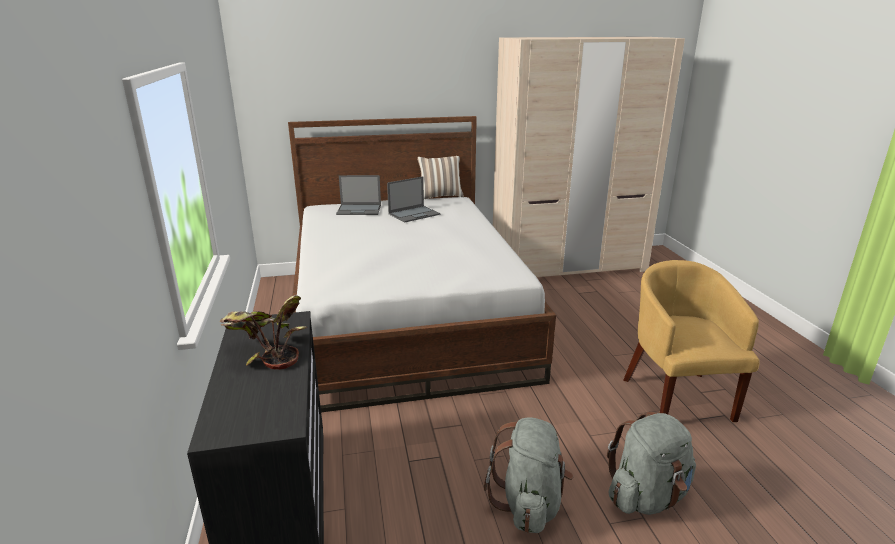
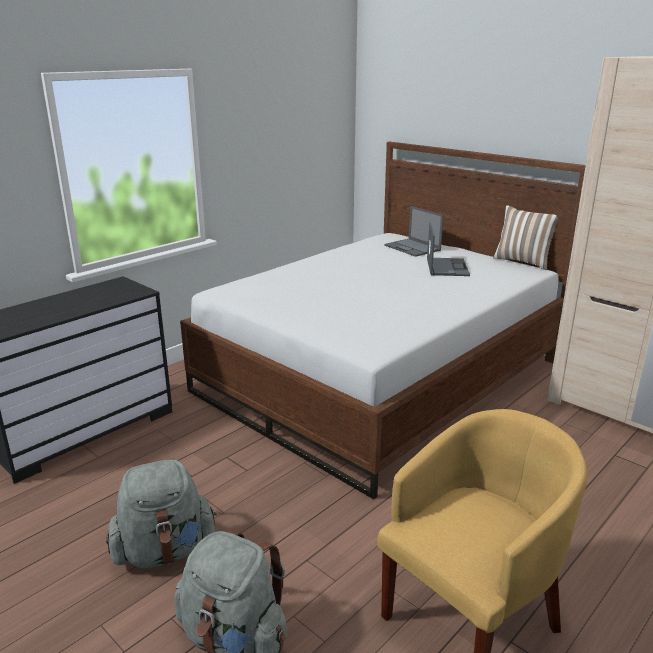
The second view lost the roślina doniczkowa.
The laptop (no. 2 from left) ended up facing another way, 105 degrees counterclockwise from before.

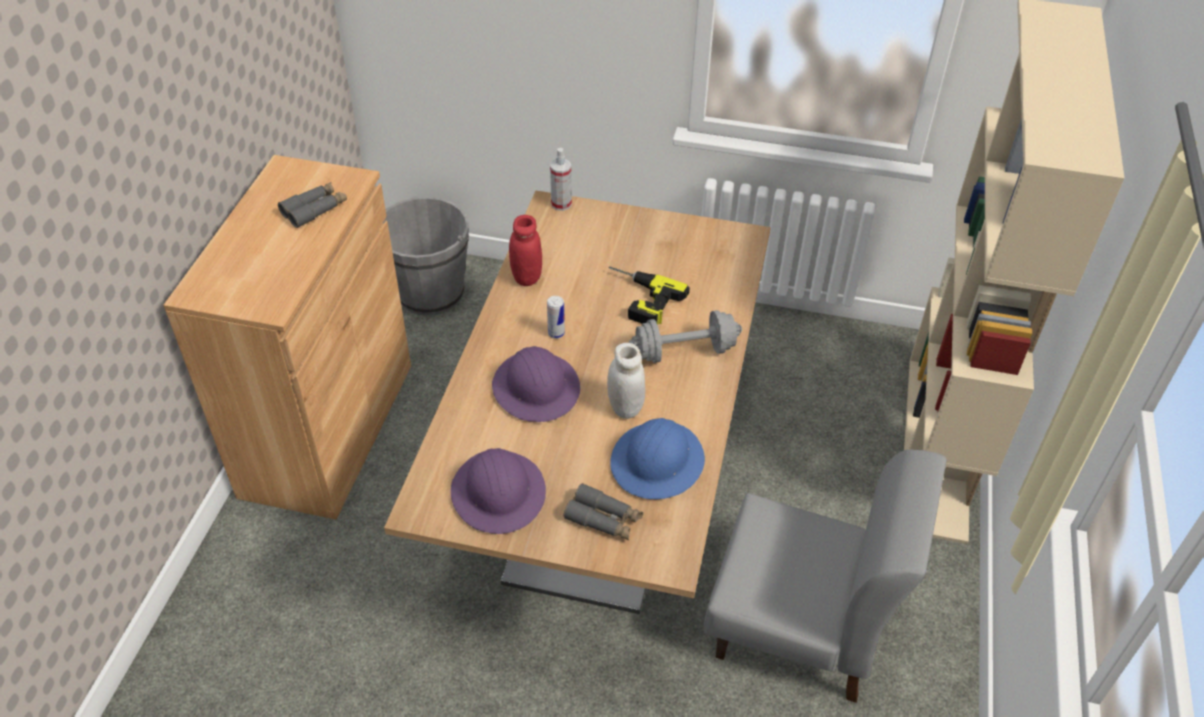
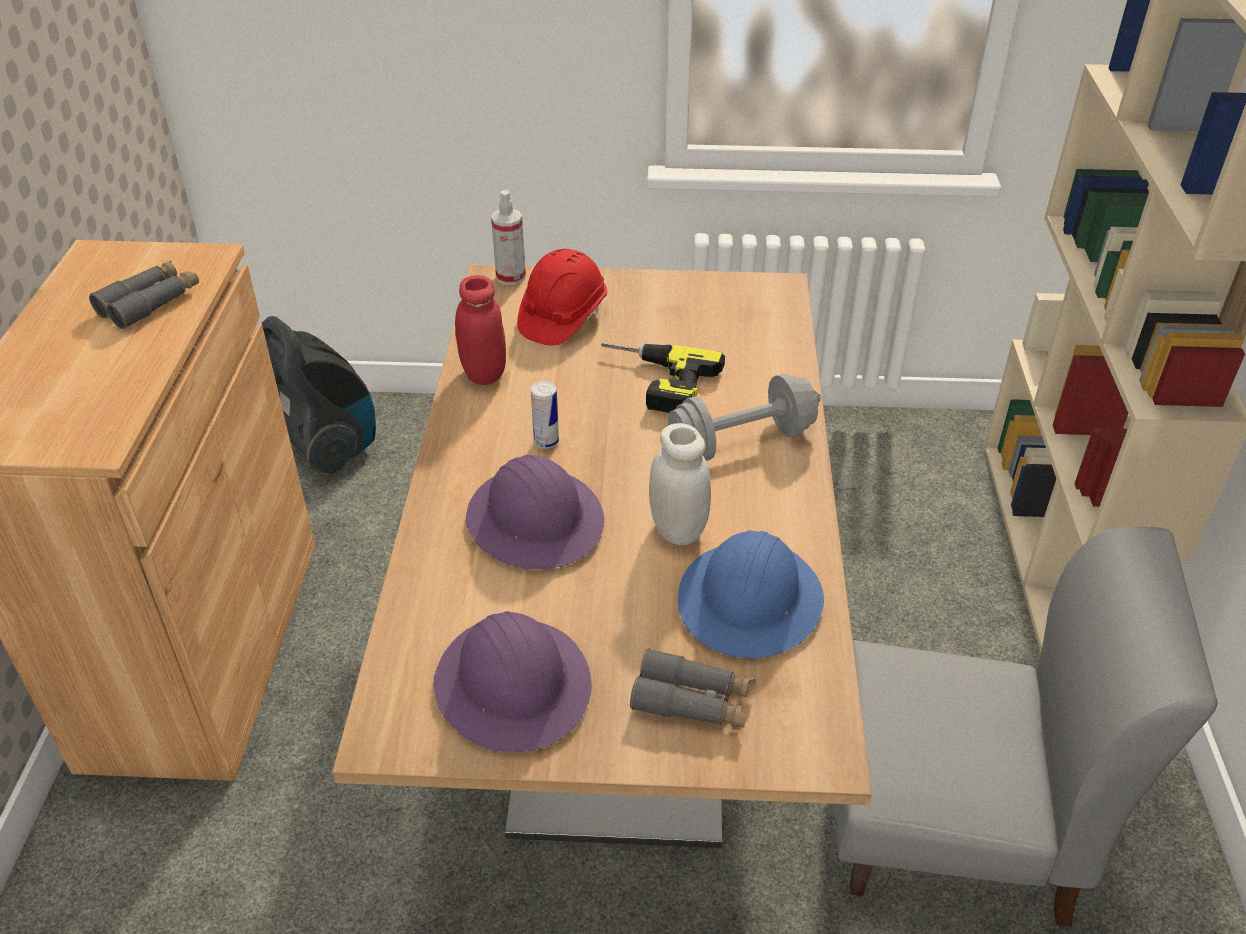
Where the wiadro/szary stood, the odkurzacz came to stand.
The second view gained the kask/czerwony.

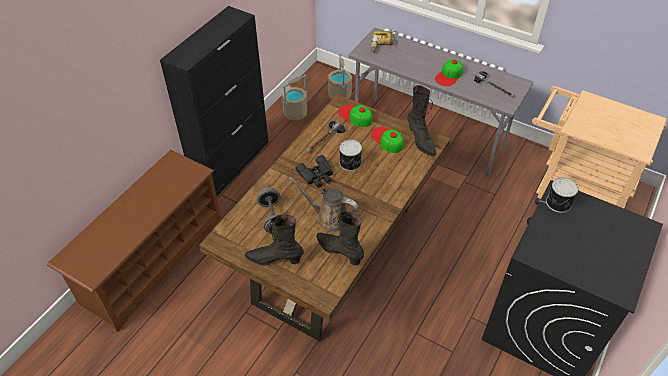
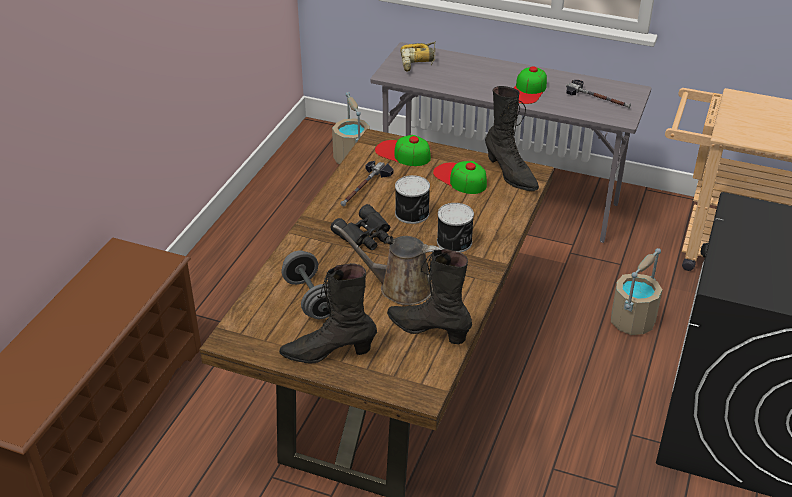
The second view lost the szafka/czarny.
The wiadro/beżowy (no. 1 from left in the first image) ended up elsewhere.
The puszka (no. 2 from left) ended up elsewhere.

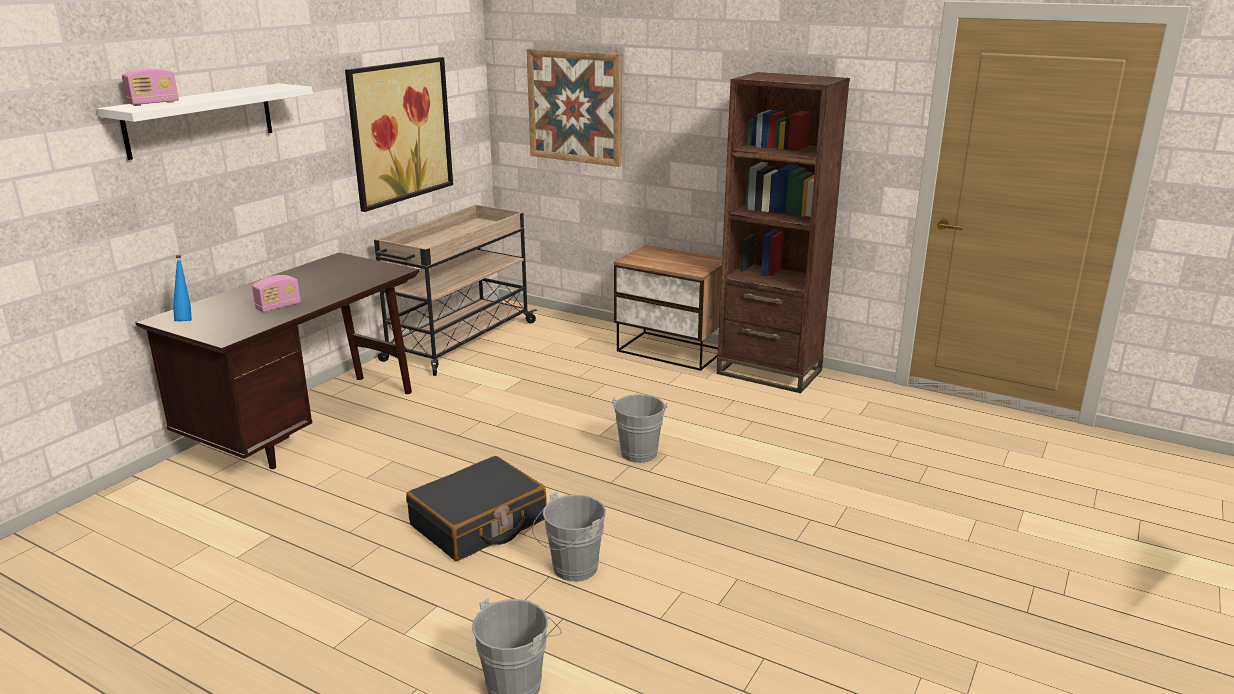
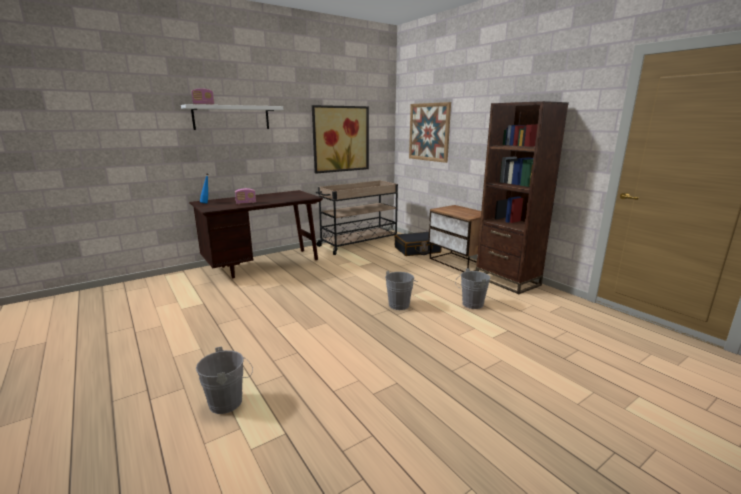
The walizka/czarny ended up elsewhere.
The wiadro/szary (no. 2 from left in the first image) ended up elsewhere.

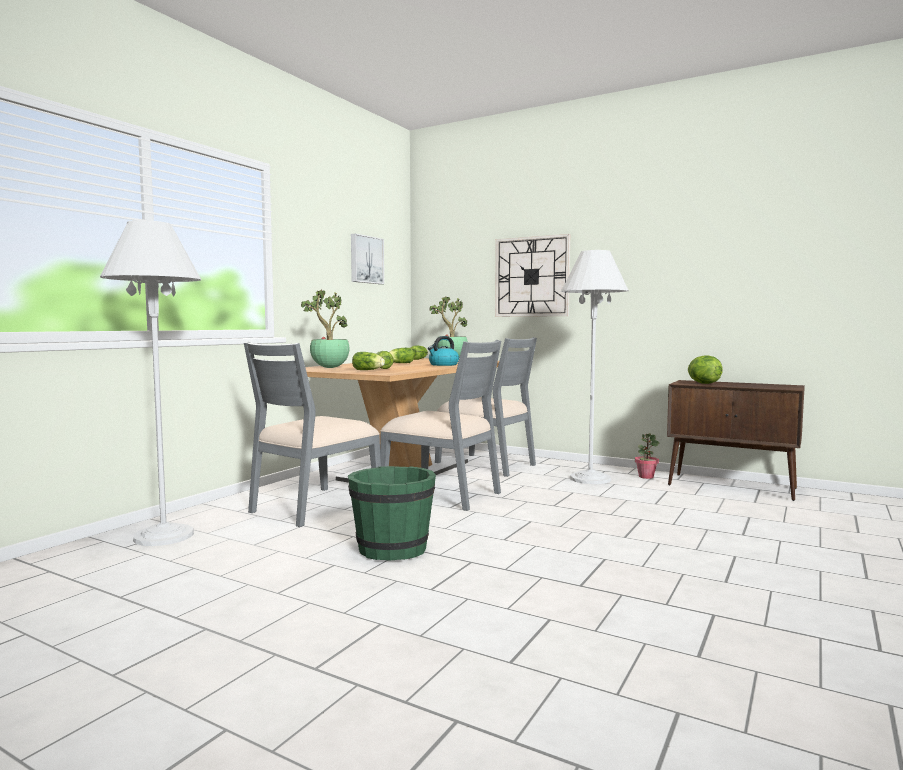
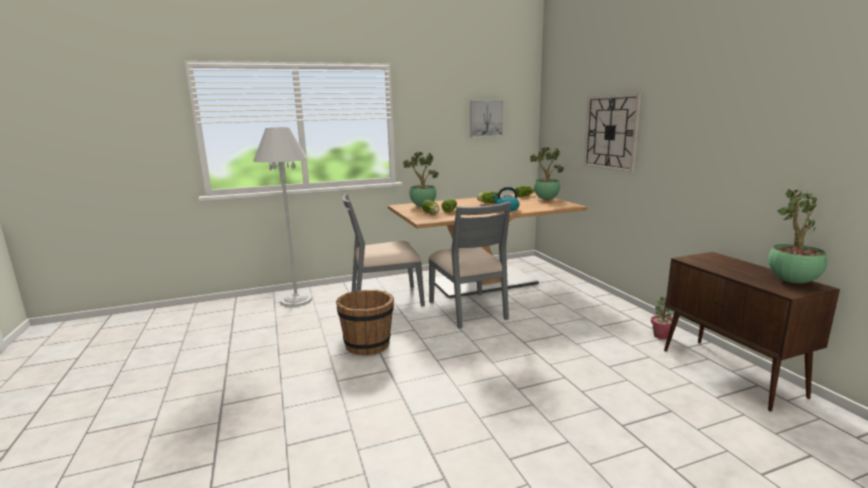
What was the wiadro/zielony turned into the wiadro/brązowy.
The second view lost the krzesło/szary (no. 3 from left).
The second view lost the lampa stojąca/biały (no. 2 from left).
The second view lost the sałata (no. 5 from left).
The second view gained the roślina doniczkowa (no. 4 from left).

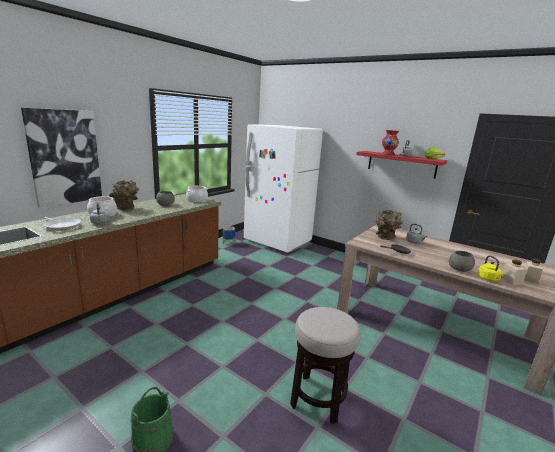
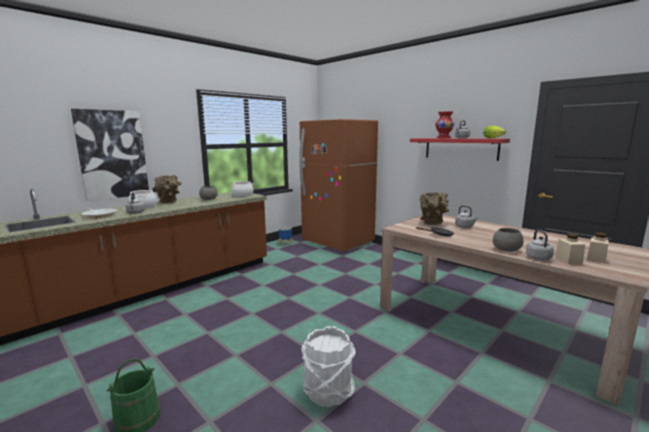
What was the lodówka/biały turned into the lodówka/brązowy.
Where the stołek stood, the wiadro/biały came to stand.
What was the czajnik/żółty turned into the czajnik/szary (no. 4 from left).

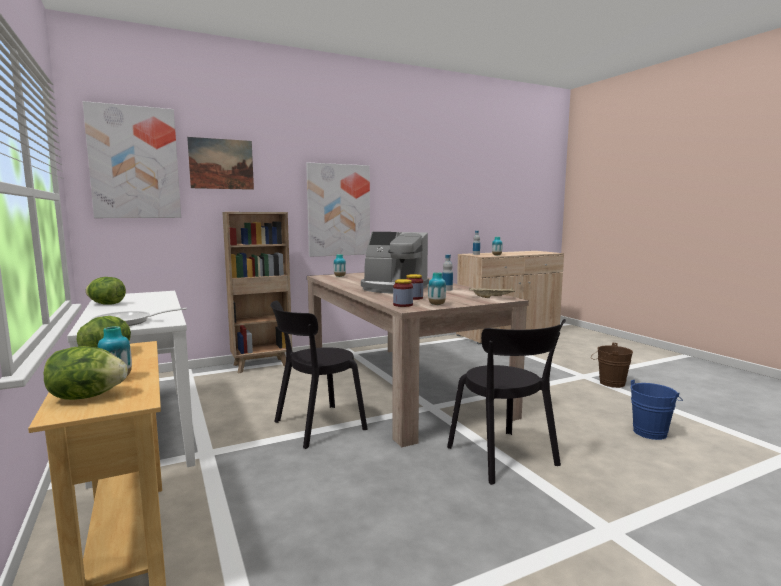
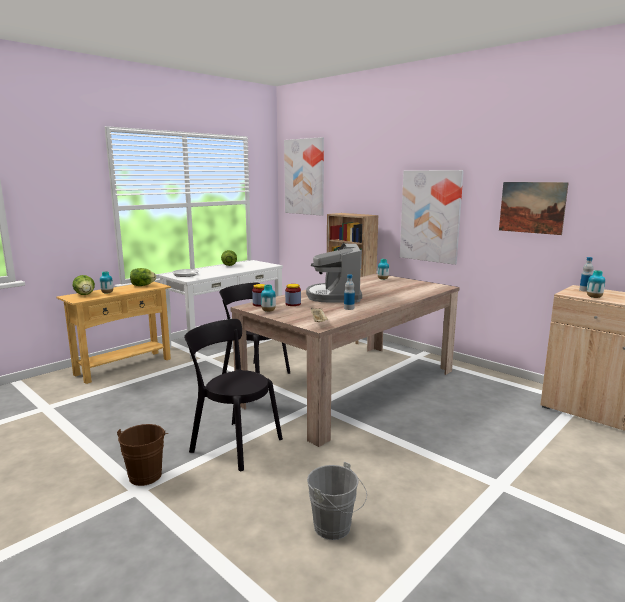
The obraz (no. 2 from left in the first image) ended up elsewhere.
The krzesło/czarny (no. 2 from left in the first image) ended up facing another way, 75 degrees clockwise from before.
The wiadro/brązowy ended up elsewhere.
What was the wiadro/niebieski turned into the wiadro/szary.

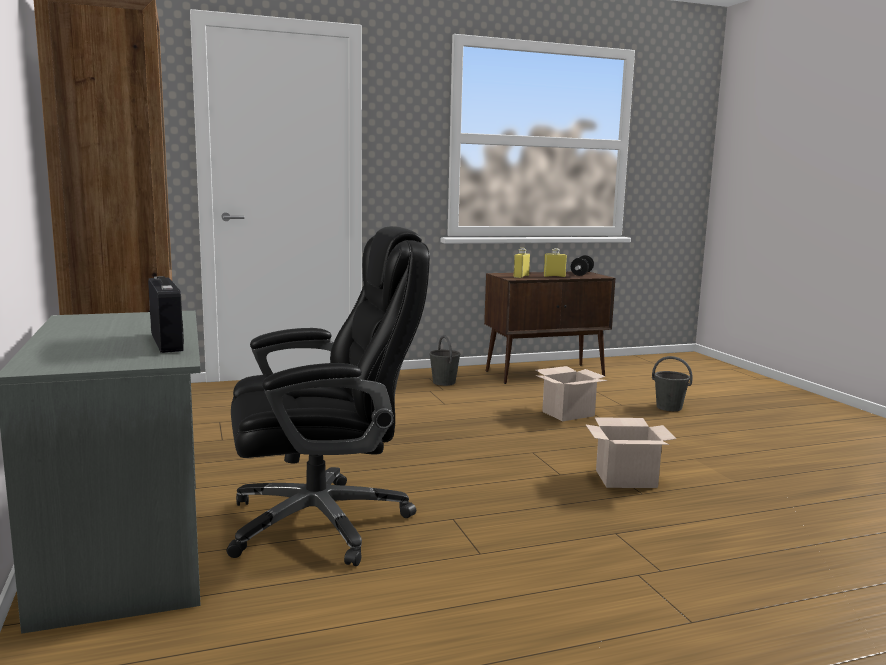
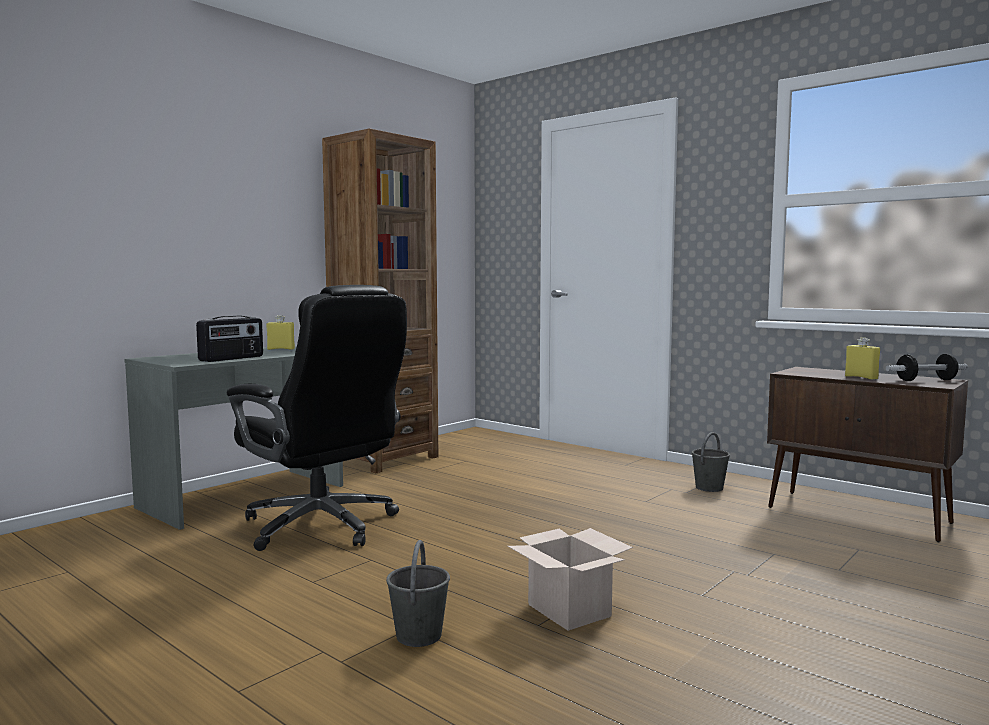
The butelka/żółty (no. 1 from left) ended up elsewhere.
The second view lost the karton (no. 1 from left).
The wiadro/szary (no. 2 from left in the first image) ended up elsewhere.

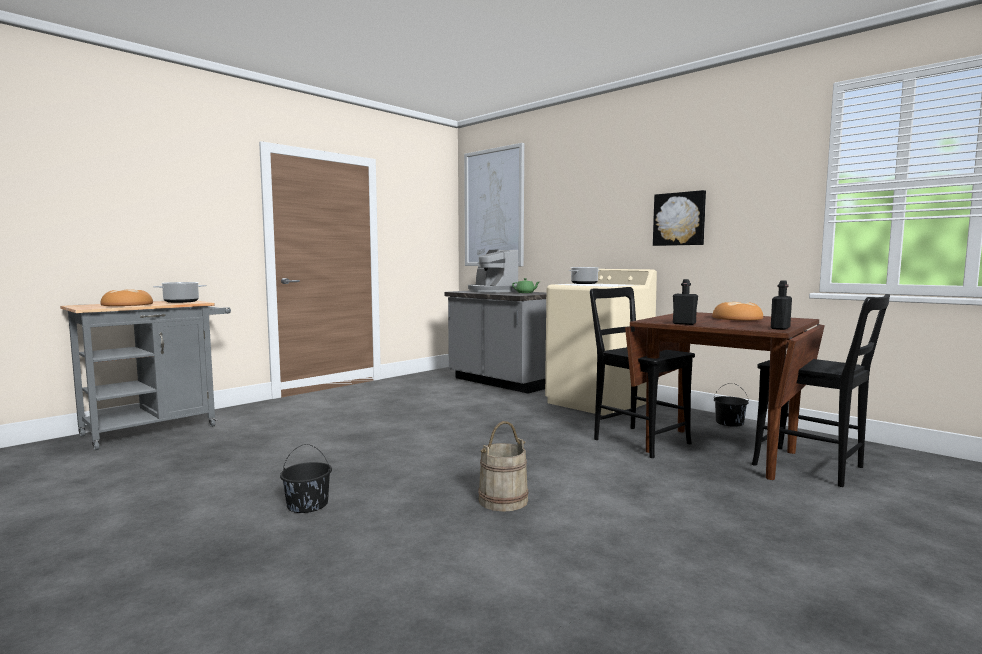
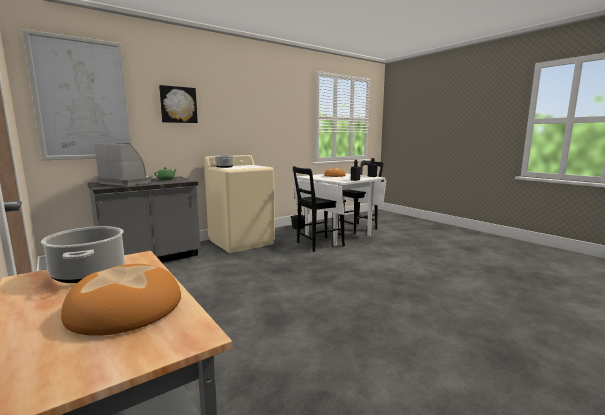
The second view lost the wiadro/czarny (no. 1 from left).
The ekspres do kawy ended up facing another way, 135 degrees counterclockwise from before.
The second view lost the wiadro/beżowy.
What was the stół jadalny/brązowy turned into the stół jadalny/biały.
The obraz (no. 2 from left) ended up elsewhere.

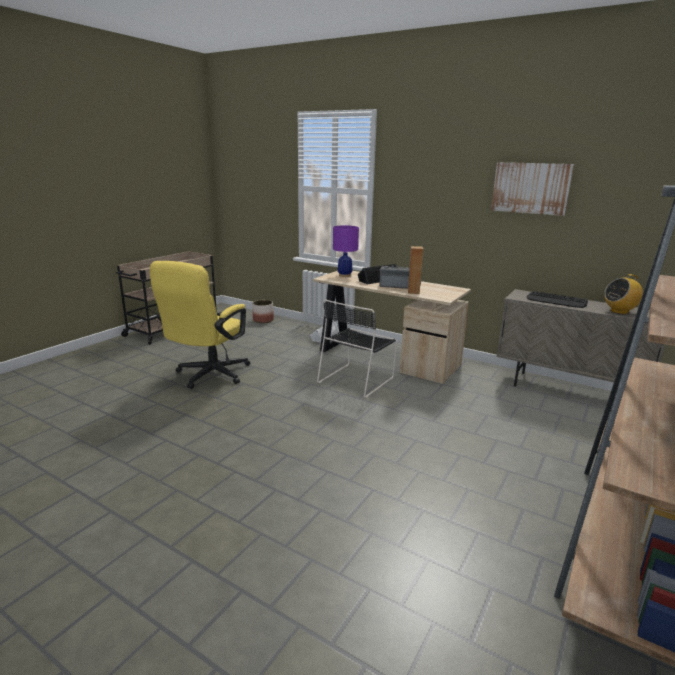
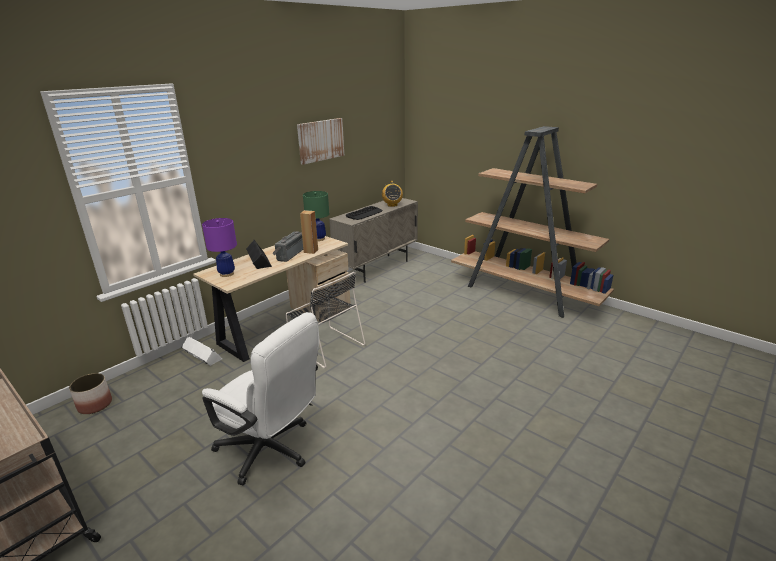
What was the krzesło biurowe/żółty turned into the krzesło biurowe/biały.
The second view gained the lampa stołowa/zielony.

